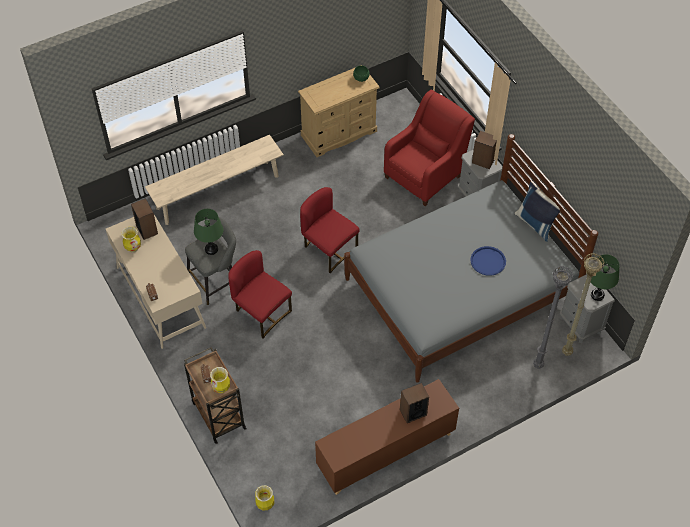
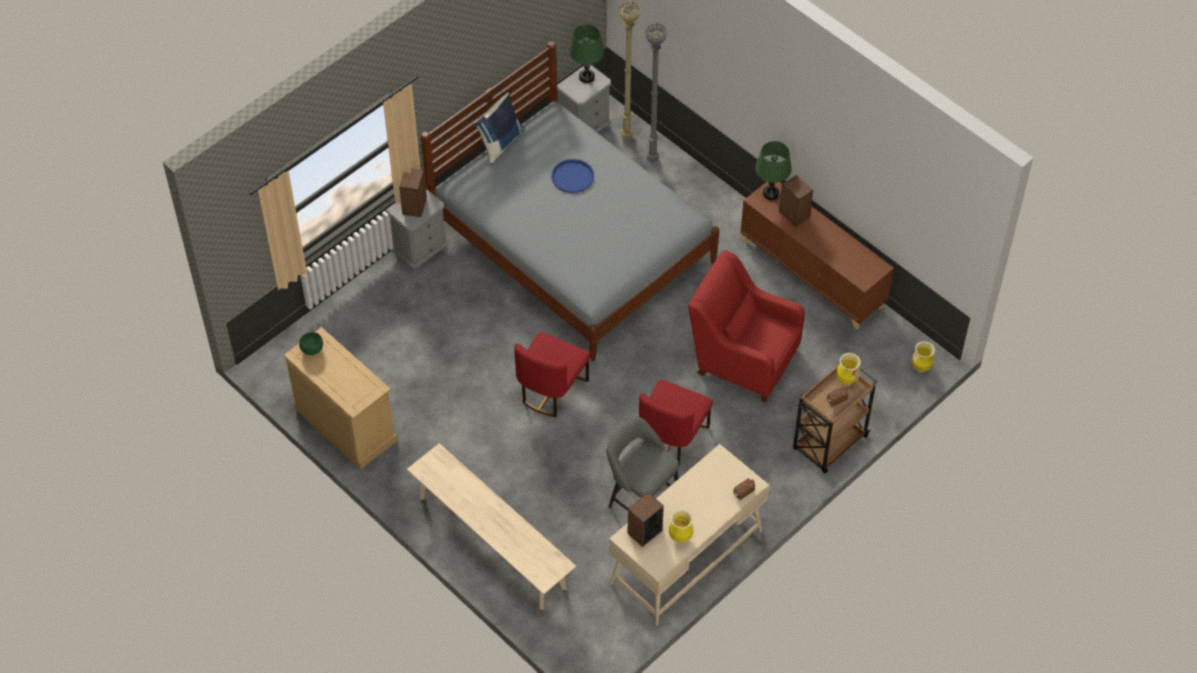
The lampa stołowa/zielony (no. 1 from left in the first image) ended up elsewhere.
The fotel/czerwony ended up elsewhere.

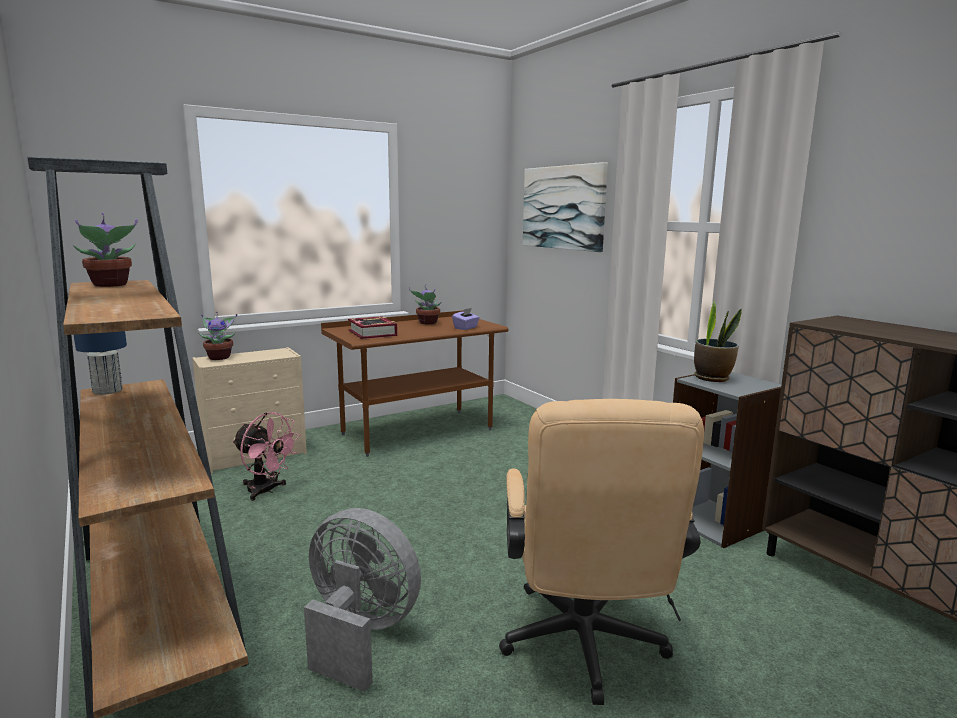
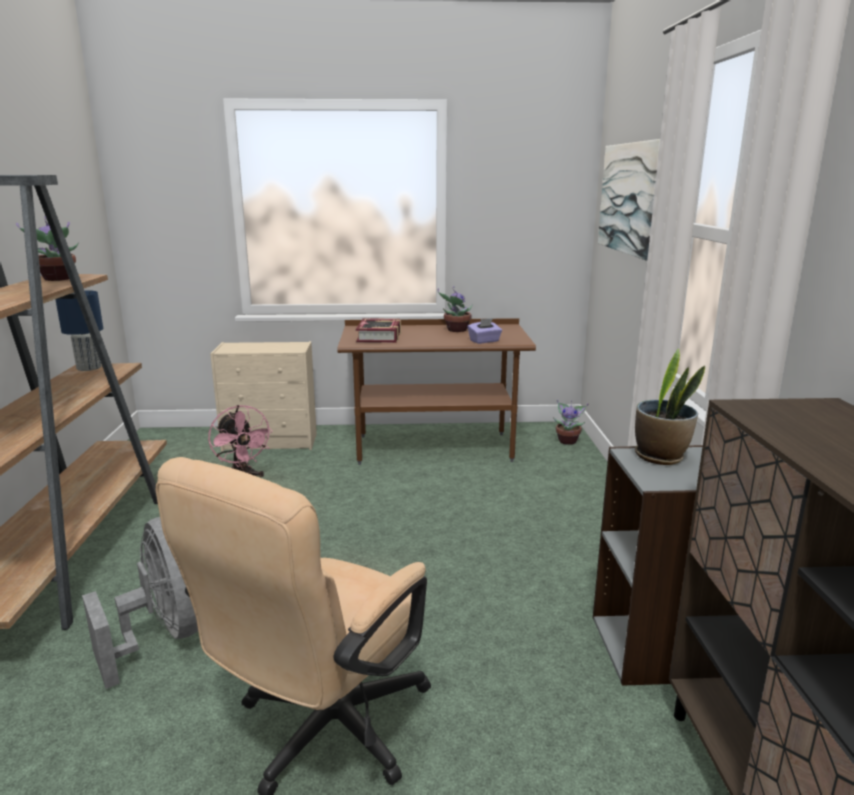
The roślina doniczkowa (no. 2 from left in the first image) ended up elsewhere.

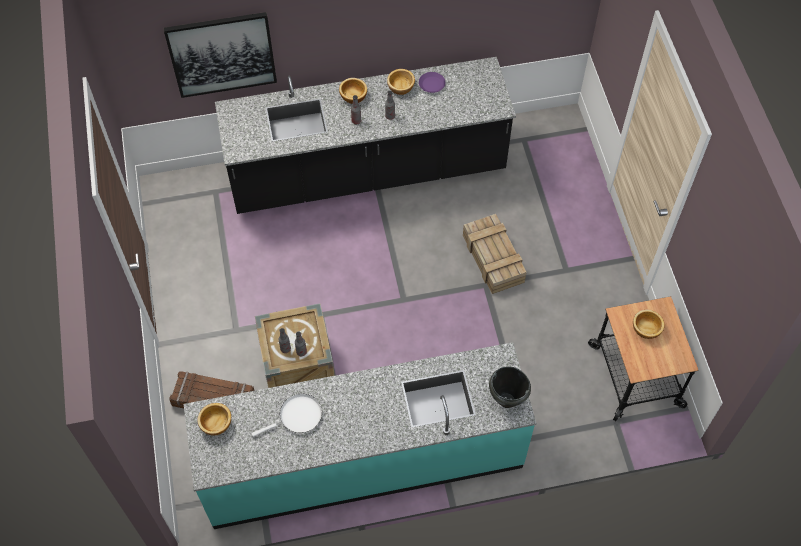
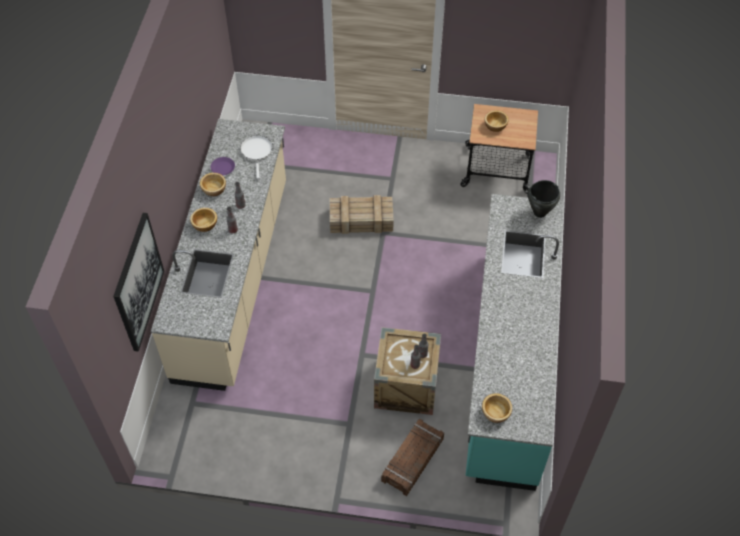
What was the zabudowa kuchenna/czarny turned into the zabudowa kuchenna/beżowy.
The patelnia/biały ended up elsewhere.

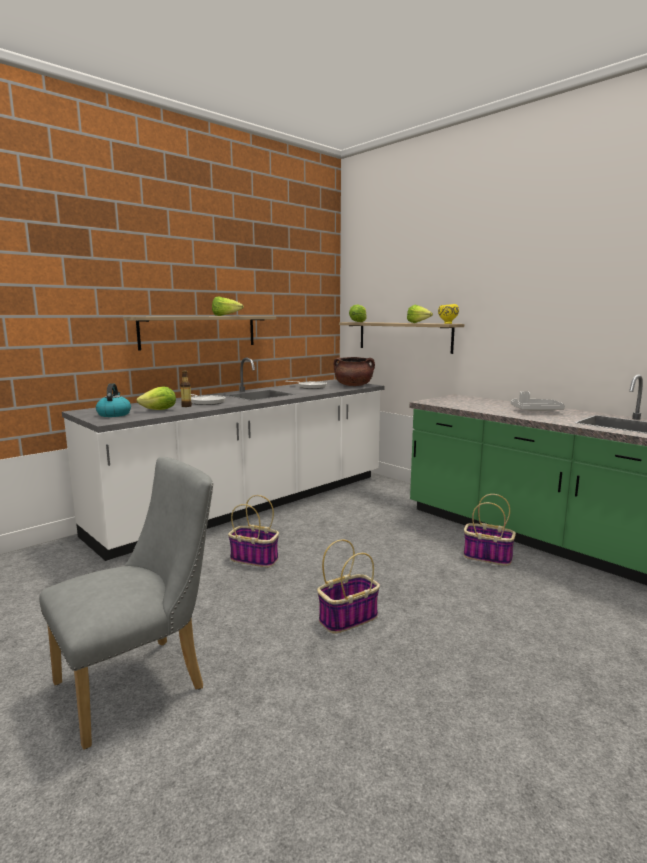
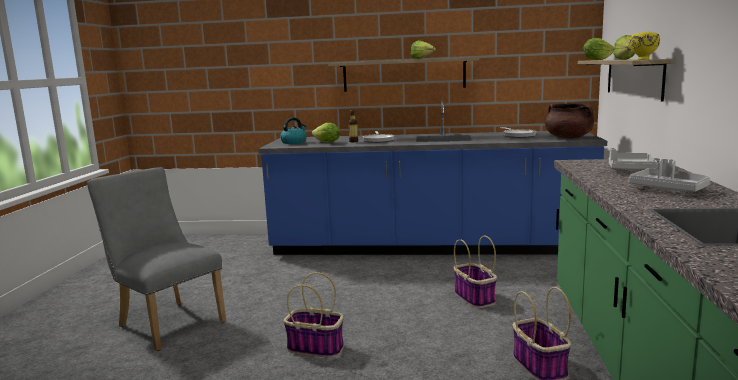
The krzesło/szary ended up facing another way, 150 degrees counterclockwise from before.
What was the zabudowa kuchenna/biały turned into the zabudowa kuchenna/niebieski.
The koszyk (no. 1 from left in the first image) ended up elsewhere.
The second view gained the taca/szary (no. 1 from left).

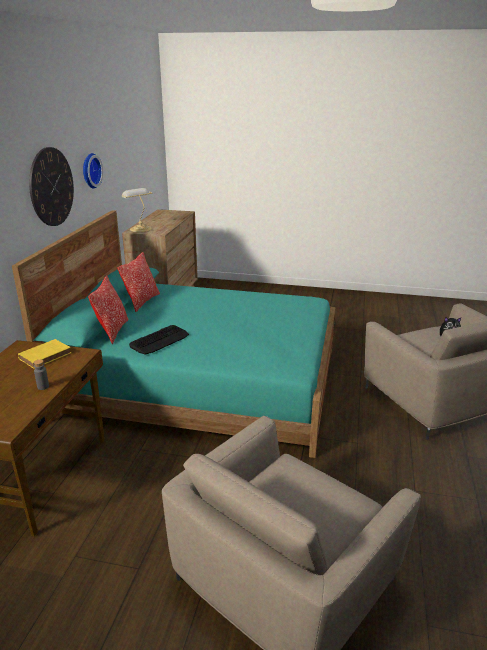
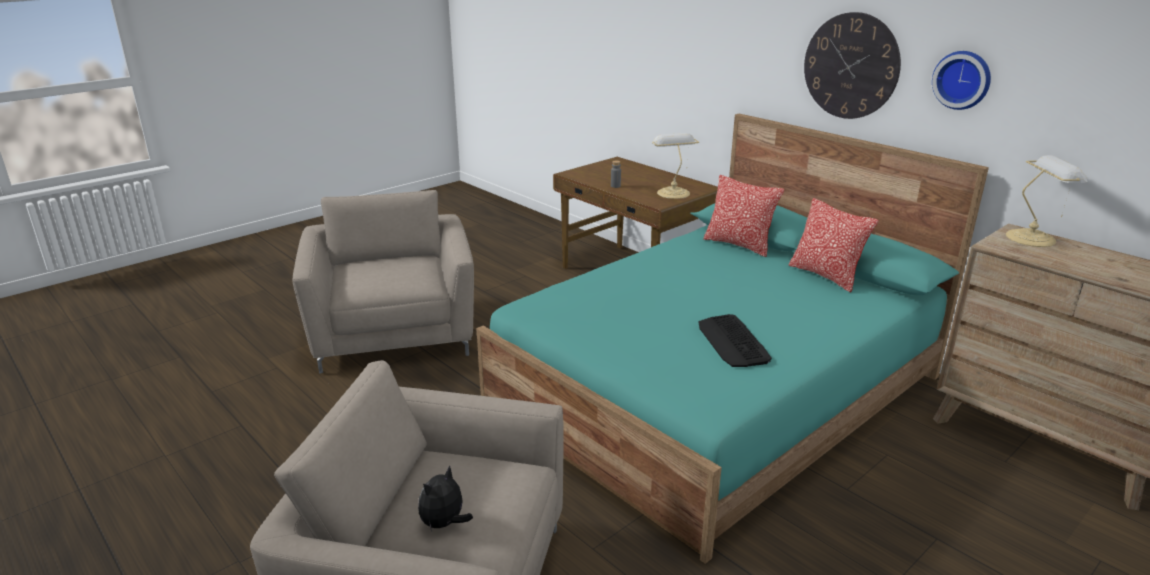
Where the książka/żółty stood, the lampa stołowa (no. 1 from left) came to stand.
The klawiatura ended up elsewhere.

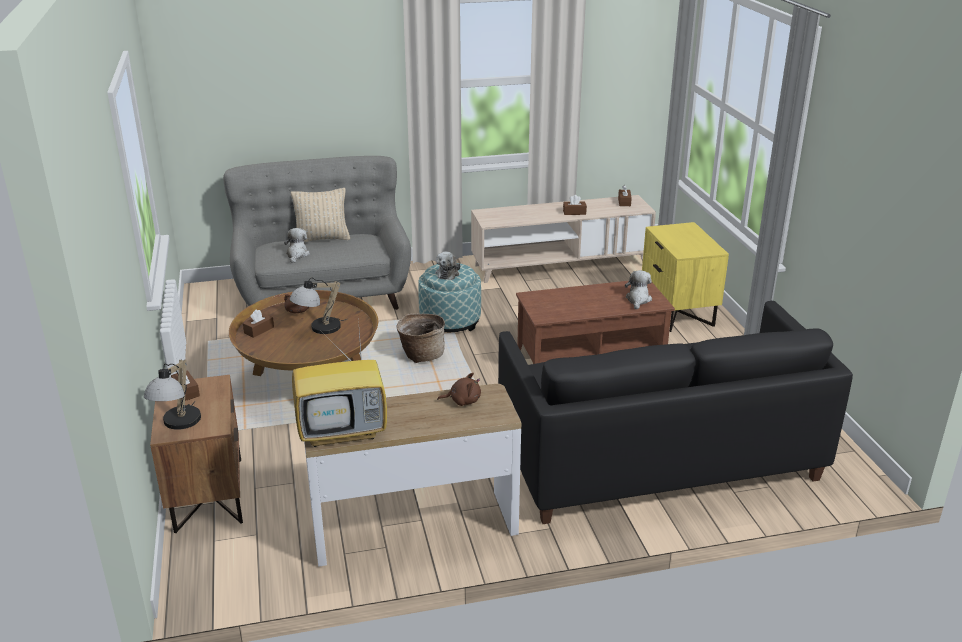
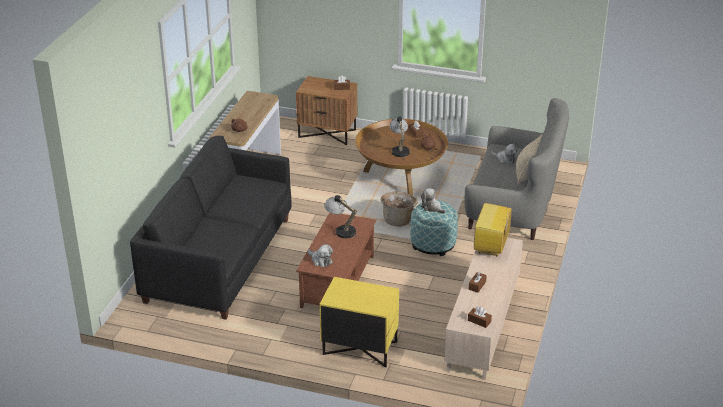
The lampa stołowa (no. 1 from left) ended up elsewhere.
The telewizor ended up elsewhere.

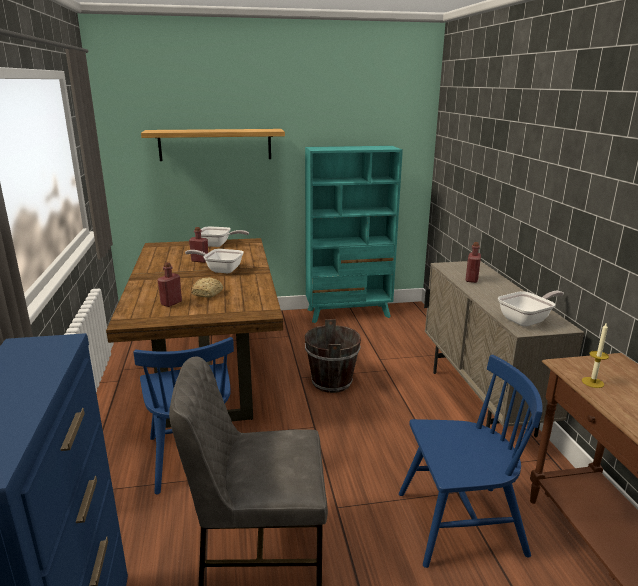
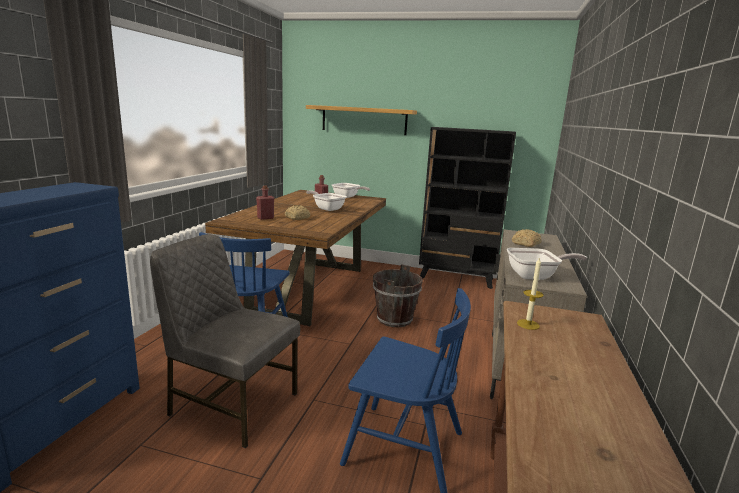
What was the regał/turkusowy turned into the regał/czarny.
Where the butelka/czerwony (no. 3 from left) stood, the chleb (no. 2 from left) came to stand.

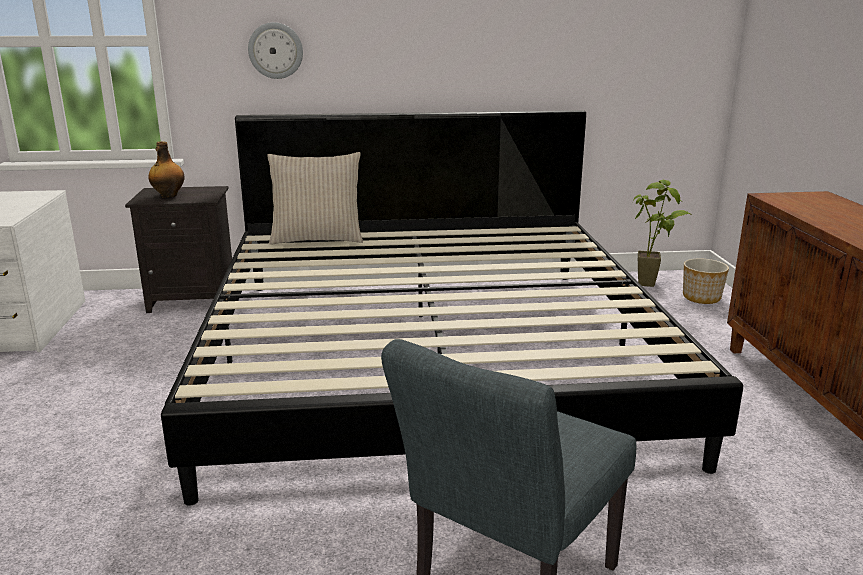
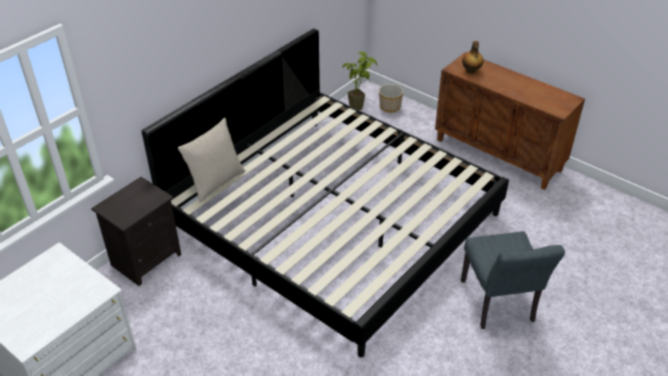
The butelka ended up elsewhere.
The second view lost the zegar ścienny.

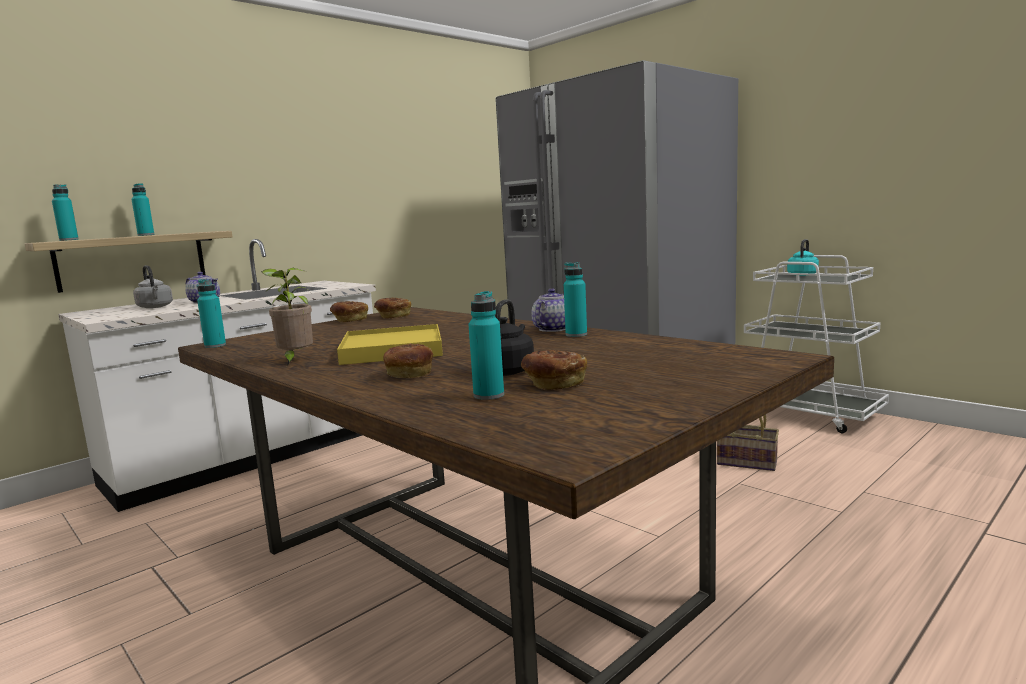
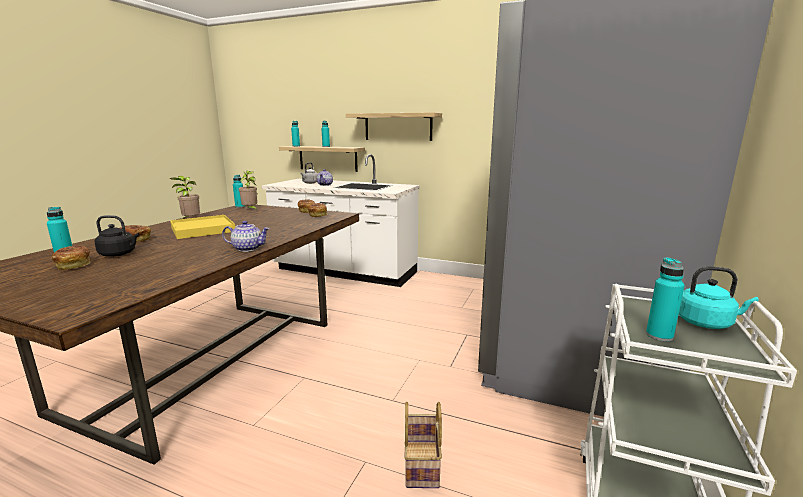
The butelka/turkusowy (no. 5 from left) ended up elsewhere.
The second view gained the roślina doniczkowa (no. 2 from left).
The second view gained the półka (no. 2 from left).

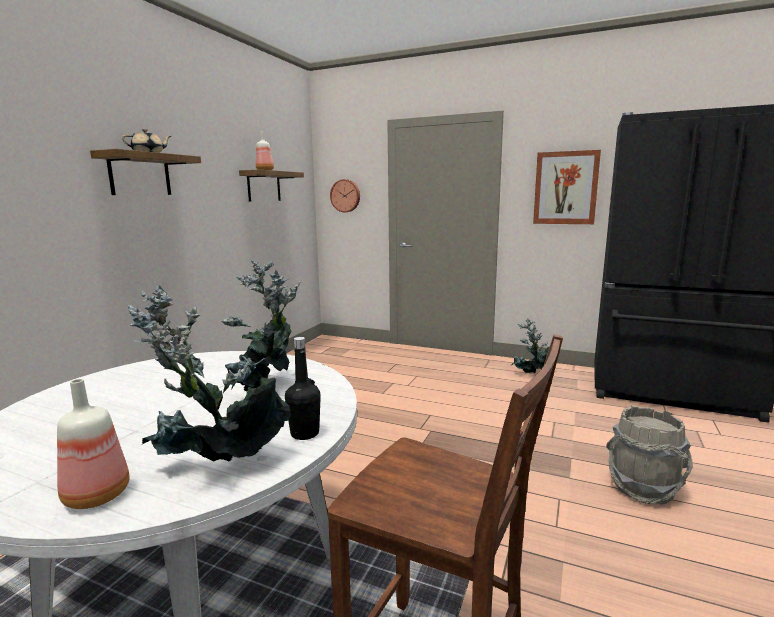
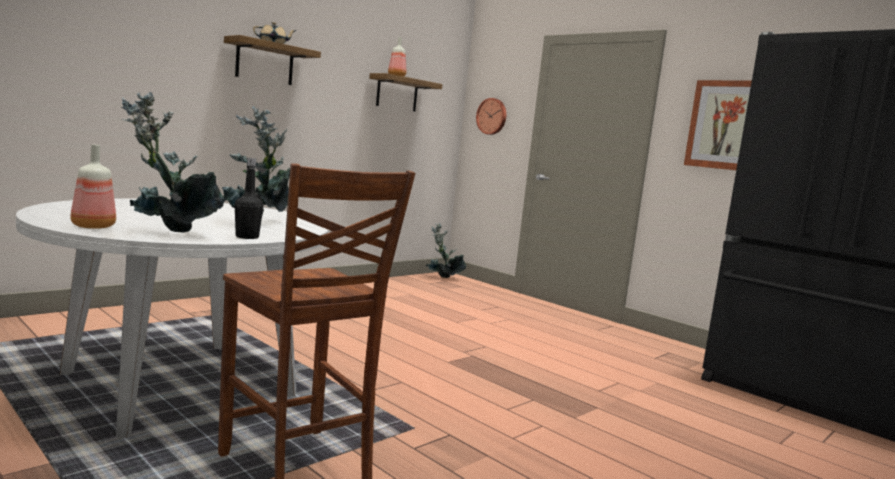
The roślina doniczkowa (no. 3 from left) ended up elsewhere.
The second view lost the wiadro/szary.

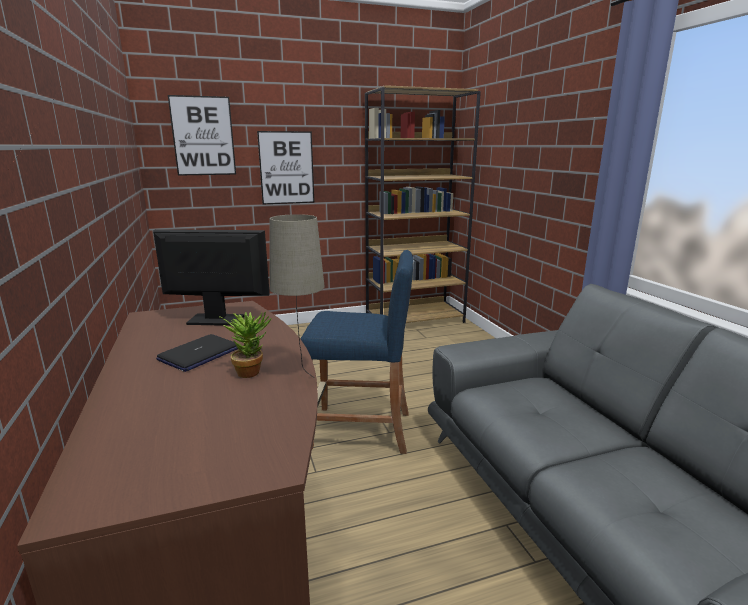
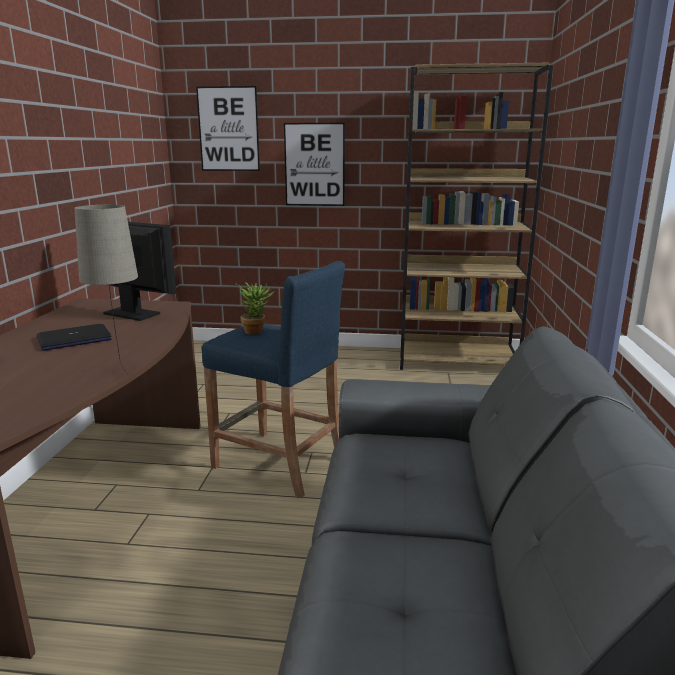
The roślina doniczkowa ended up elsewhere.

